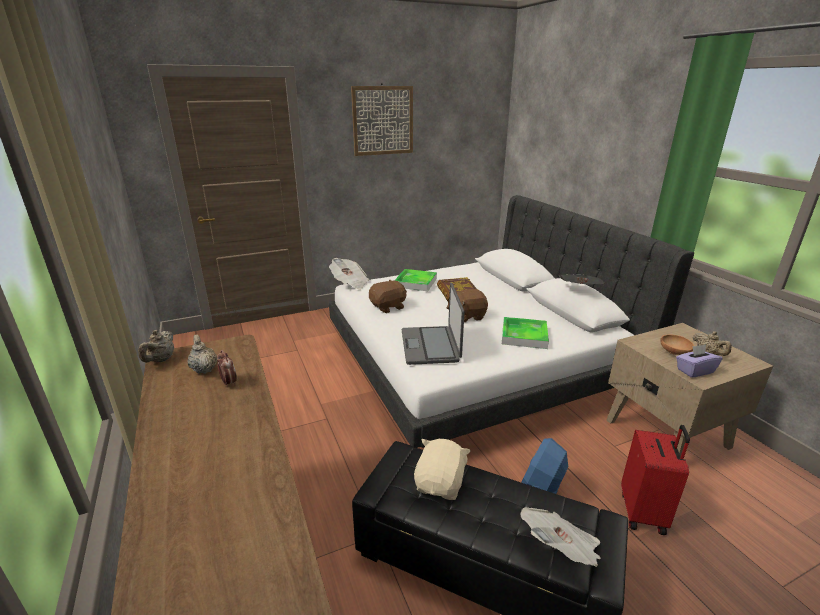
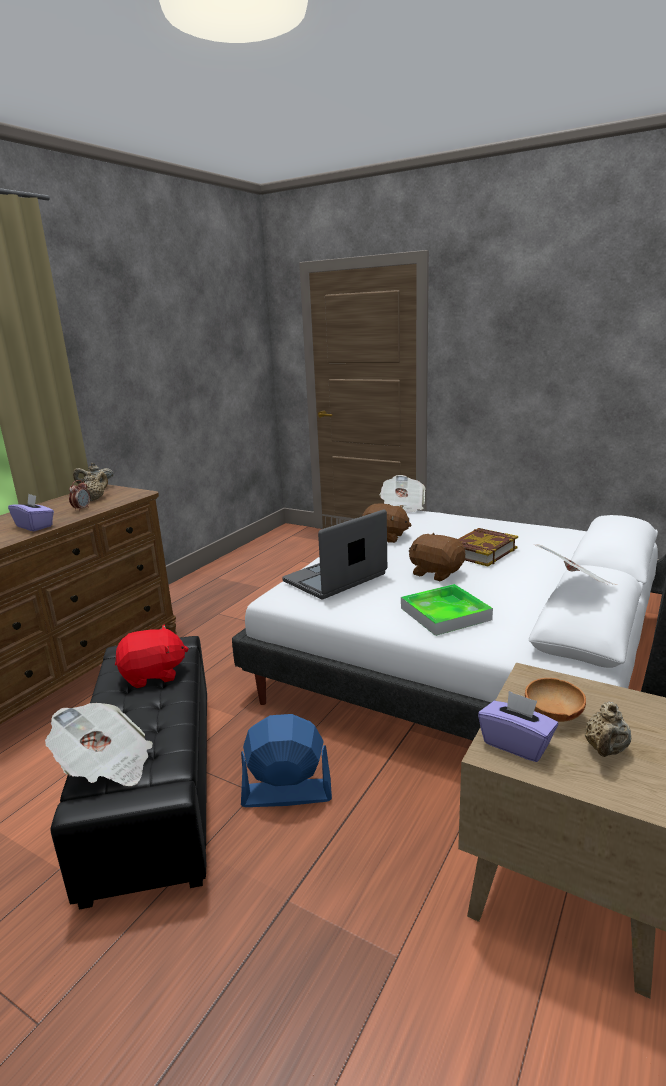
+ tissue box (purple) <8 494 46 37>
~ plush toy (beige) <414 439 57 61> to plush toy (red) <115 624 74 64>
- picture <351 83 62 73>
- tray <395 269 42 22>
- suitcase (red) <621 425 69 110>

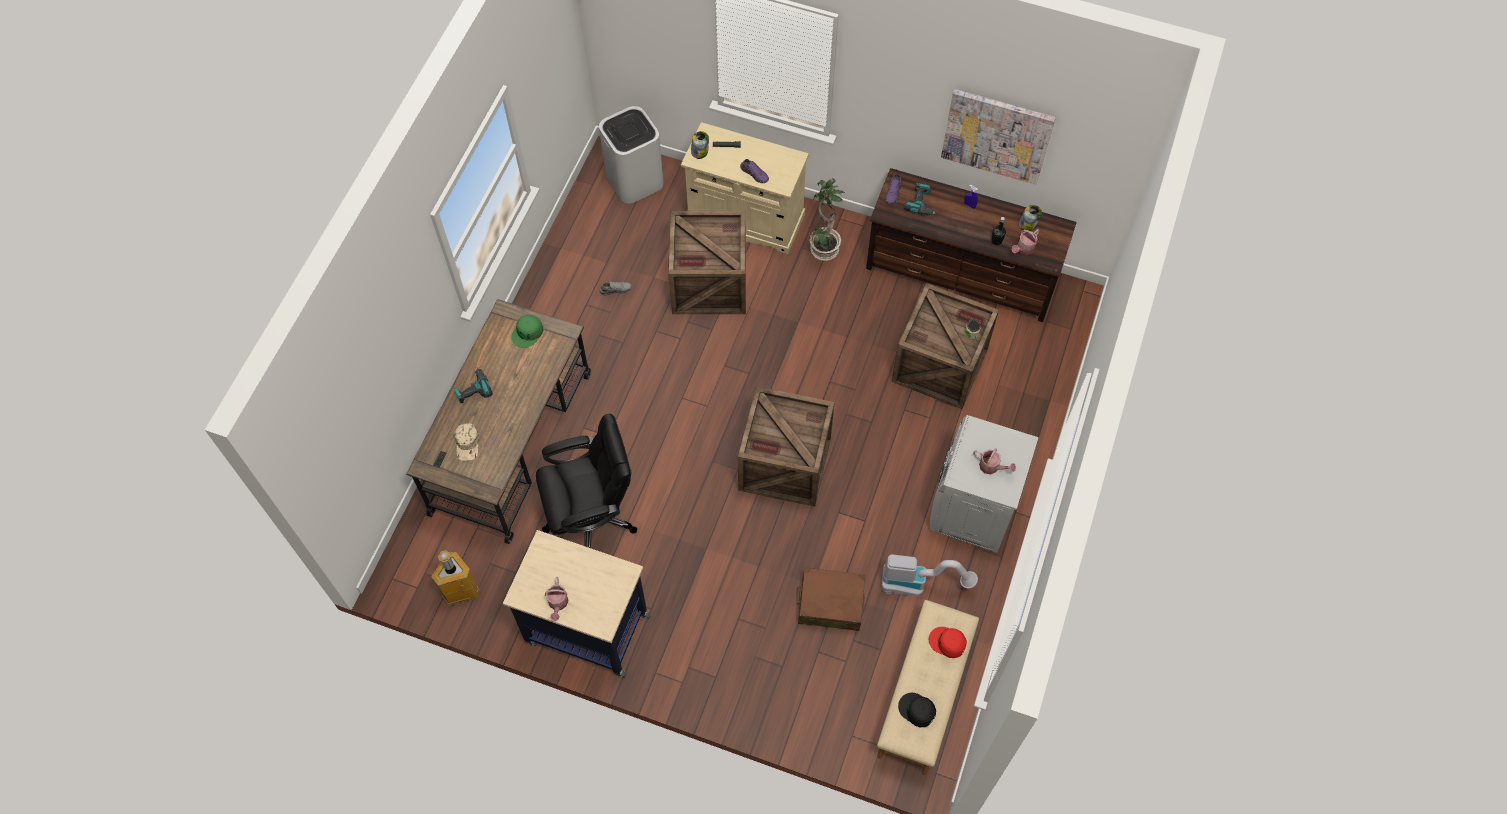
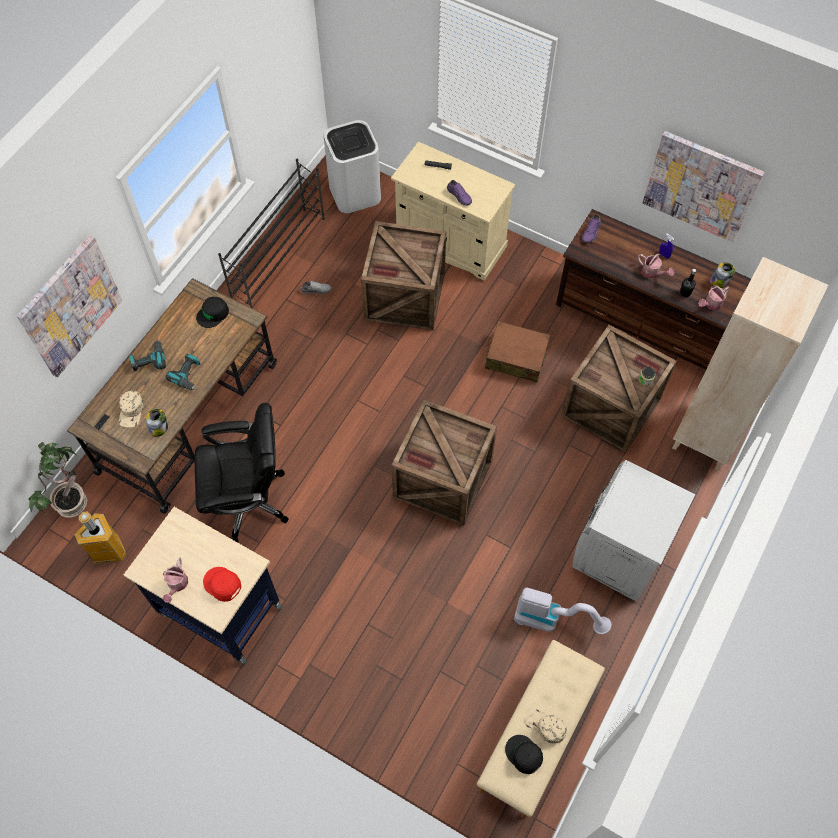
+ picture <17 235 106 142>
~ potted plant <809 179 36 82> to <29 442 58 76>
~ jar <691 131 18 28> to <146 409 22 28>
~ power drill <904 183 33 33> to <165 354 35 36>
~ cap (green) <511 315 32 33> to cap (black) <196 297 33 31>
~ cap (red) <929 627 38 31> to <203 567 38 35>
+ shoe rack (black) <218 159 107 150>
~ suitcase (brown) <796 568 69 63> to <485 321 65 61>
+ cap (beige) <526 710 41 34>
~ watering can <973 448 43 27> to <638 253 36 26>
+ bookcase (beige) <672 257 156 214>

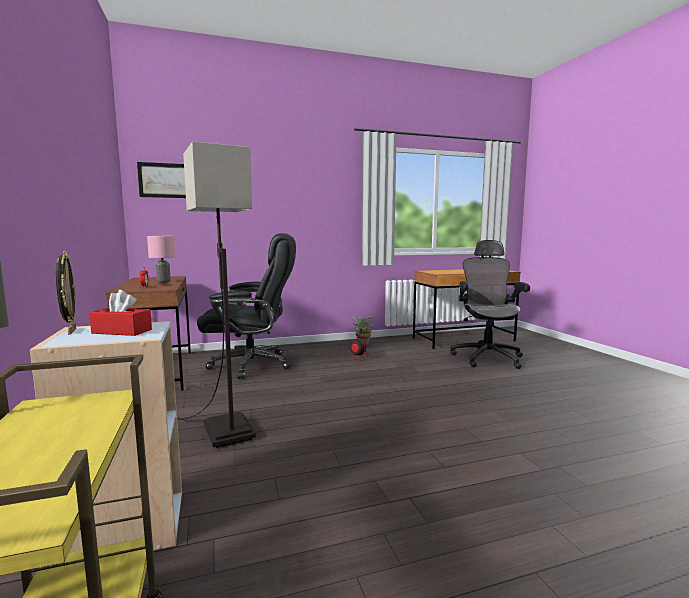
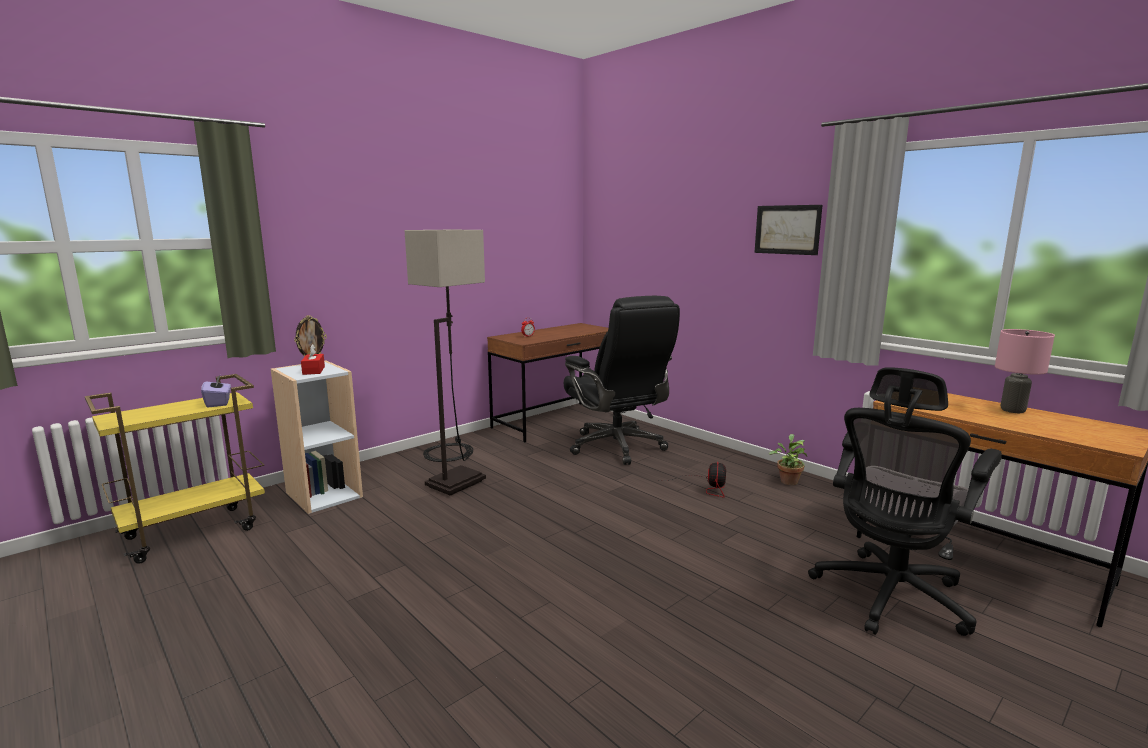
+ tissue box (purple) <201 374 30 33>
~ picture <137 162 49 36> to <754 205 69 50>
~ office chair <451 240 79 129> = <808 367 194 269> 150 degrees clockwise
~ table lamp (pink) <147 235 29 48> to <995 329 60 84>

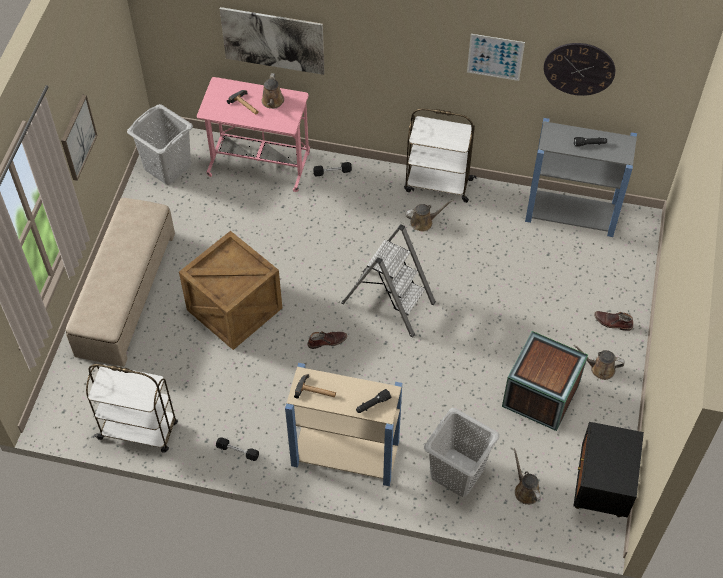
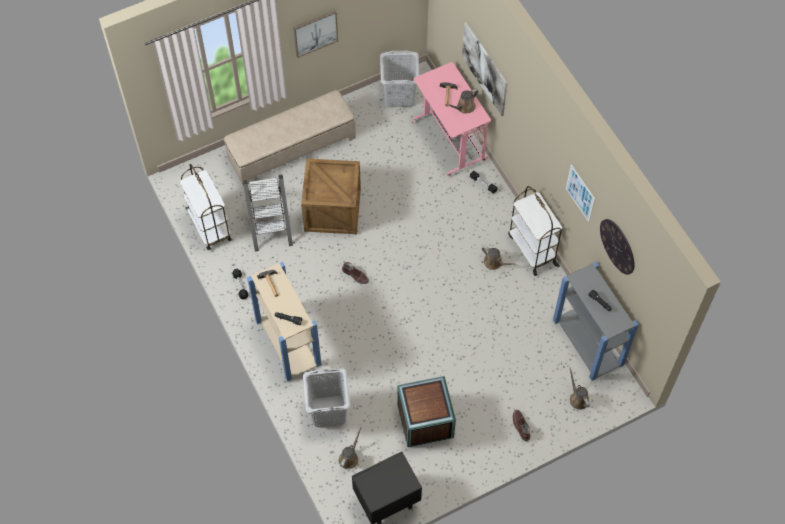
~ step ladder (grey) <341 224 95 114> to <243 175 50 77>
~ watering can (brown) <574 345 51 35> to <569 368 21 42>

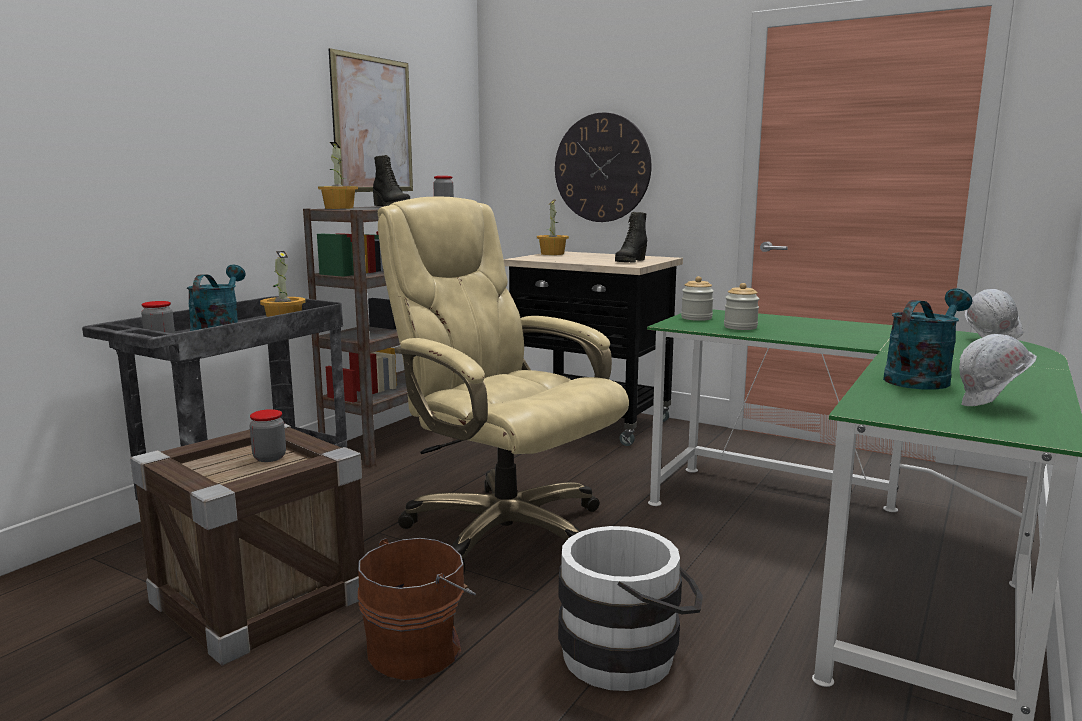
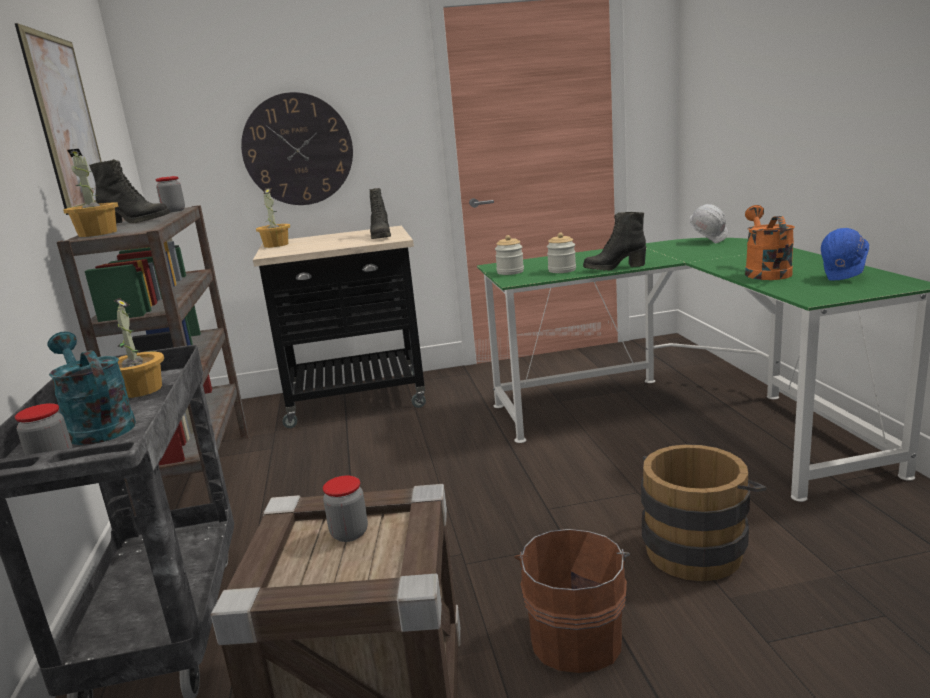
+ boot (black) <583 212 63 59>
~ bucket (white) <558 526 145 165> to bucket (brown) <641 444 126 137>
~ watering can (turquoise) <883 288 89 102> to watering can (orange) <745 205 50 75>
~ hard hat (white) <959 334 78 72> to hard hat (blue) <821 228 48 53>
- office chair (beige) <378 197 251 376>

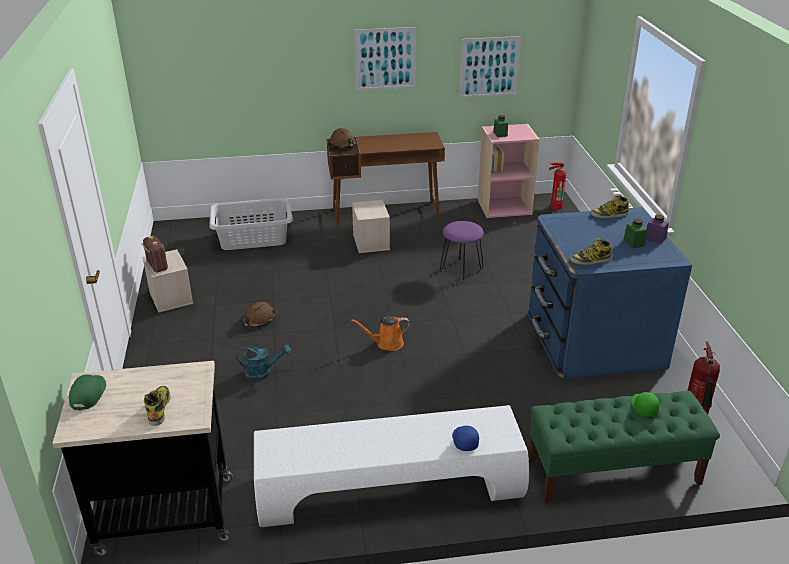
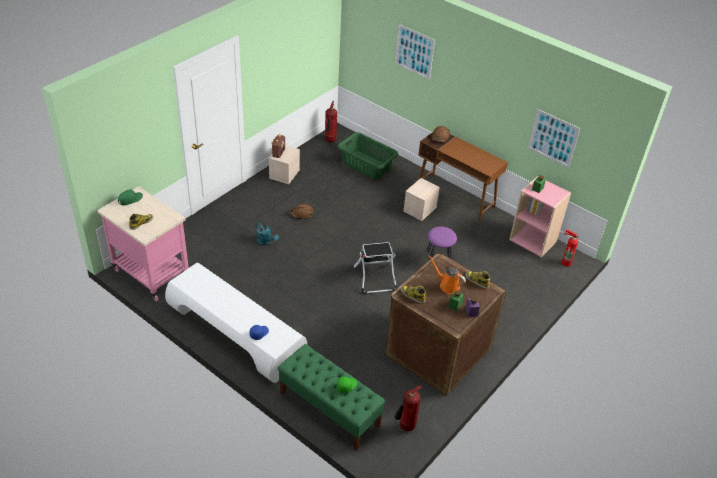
~ cart (black) <52 361 181 195> to cart (pink) <97 186 92 115>
+ fire extinguisher <325 101 12 41>
~ laundry basket (grey) <210 198 83 52> to laundry basket (green) <337 132 61 48>
+ step ladder <353 242 44 53>
~ dresser (blue) <528 207 164 172> to dresser (brown) <385 254 121 142>
~ picture <354 27 62 64> to <395 24 40 56>
~ watering can (orange) <352 316 58 35> to <429 255 37 39>

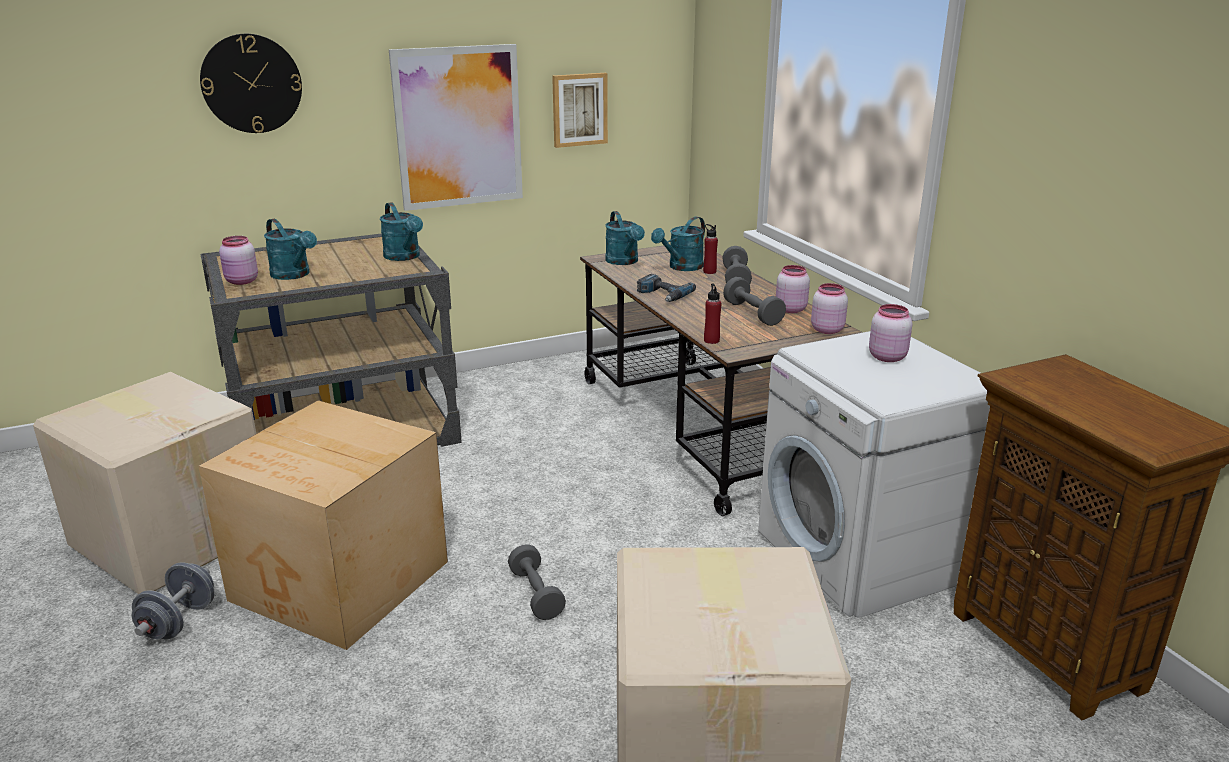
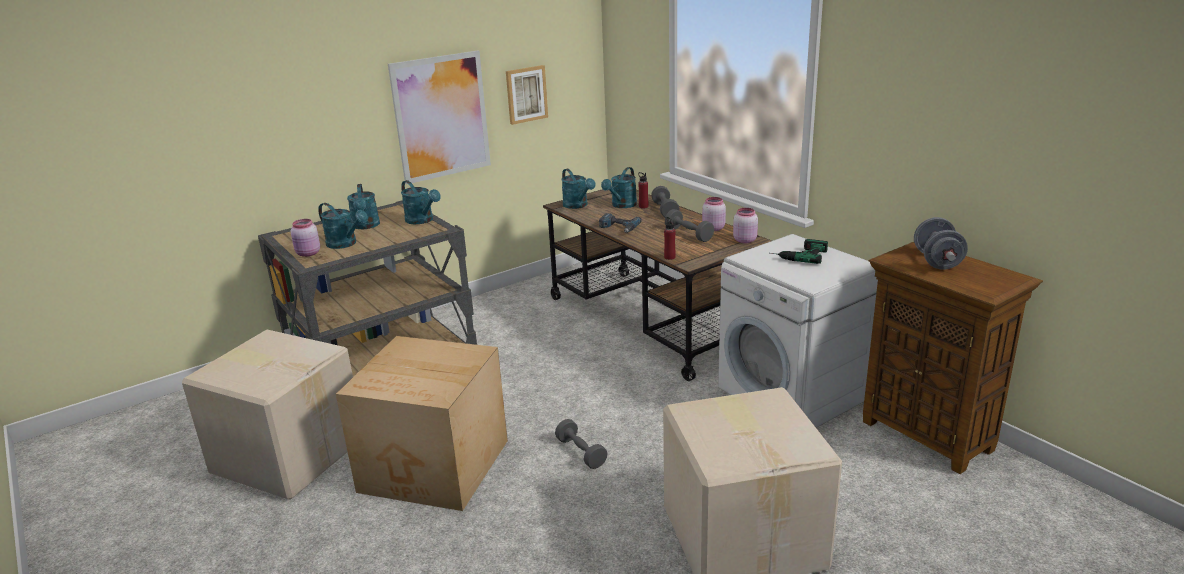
+ watering can (turquoise) <347 184 33 45>
~ jar (pink) <869 304 43 58> to power drill <770 239 58 25>
~ dumbbell (grey) <132 562 82 77> to <914 217 54 53>
- wall clock <200 34 102 99>

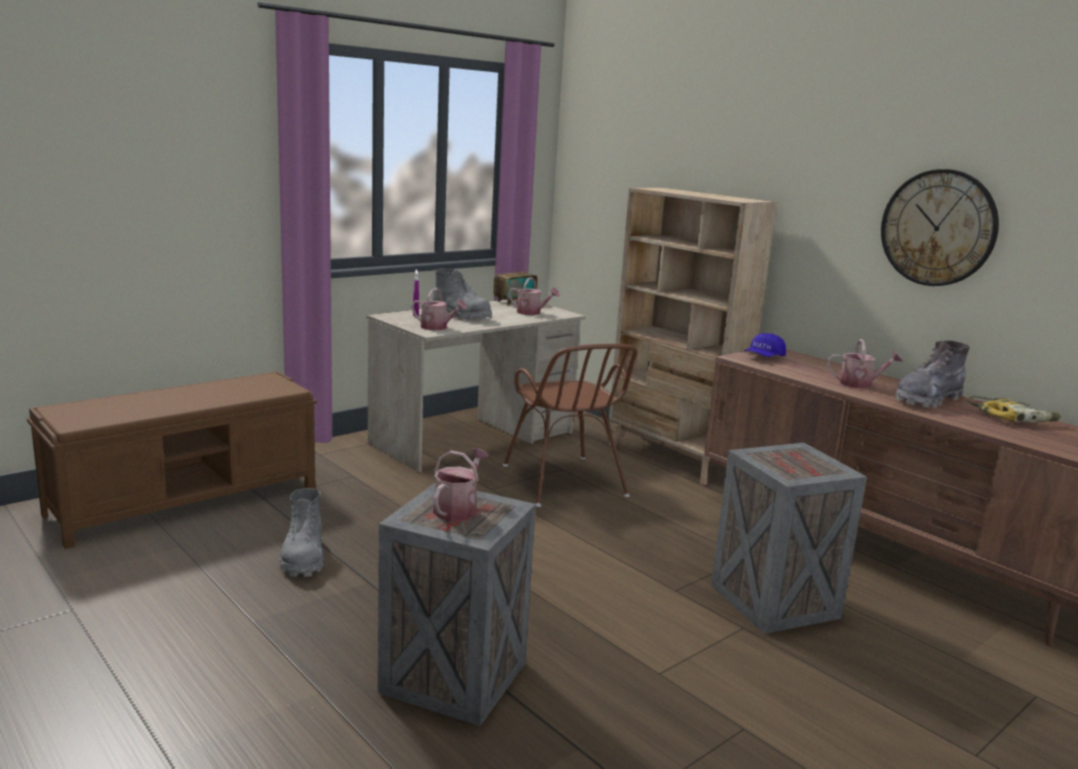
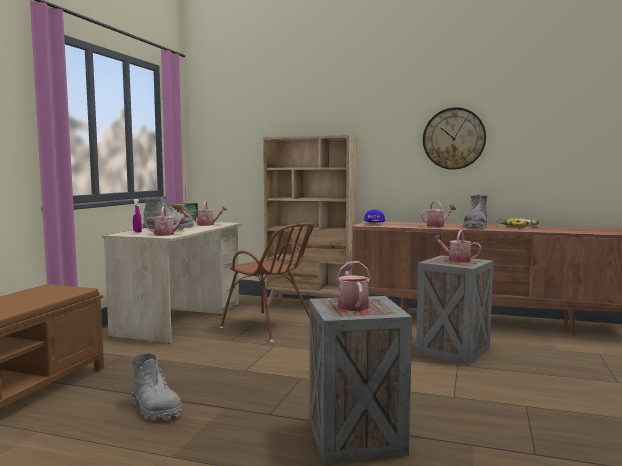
+ watering can <432 230 49 33>

